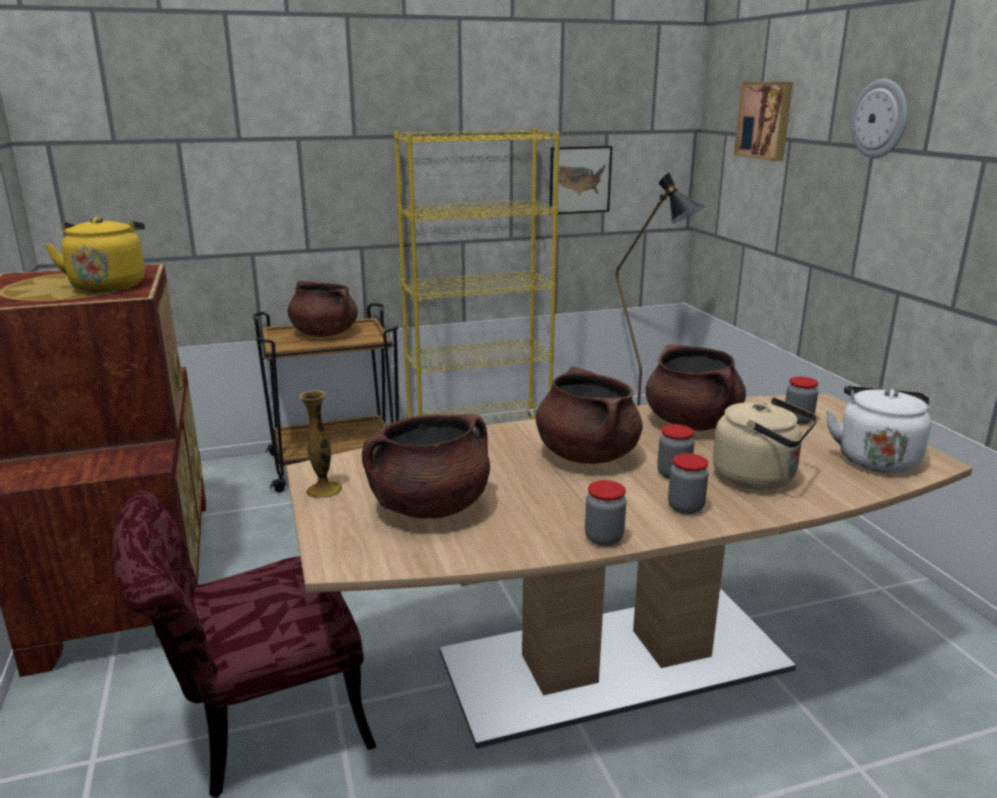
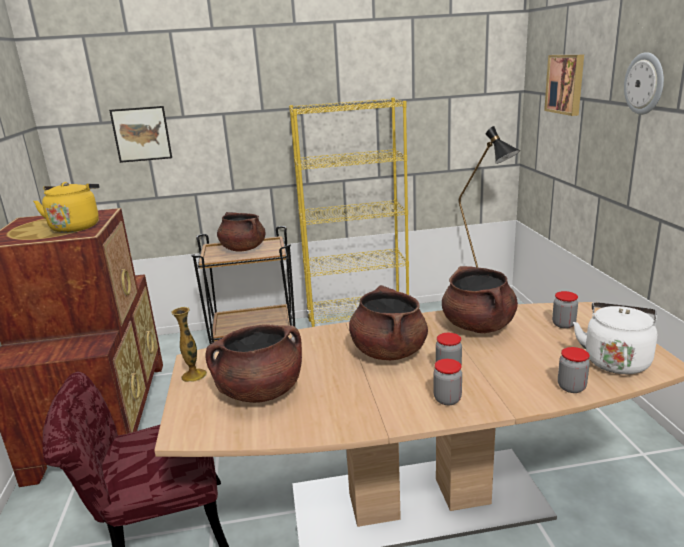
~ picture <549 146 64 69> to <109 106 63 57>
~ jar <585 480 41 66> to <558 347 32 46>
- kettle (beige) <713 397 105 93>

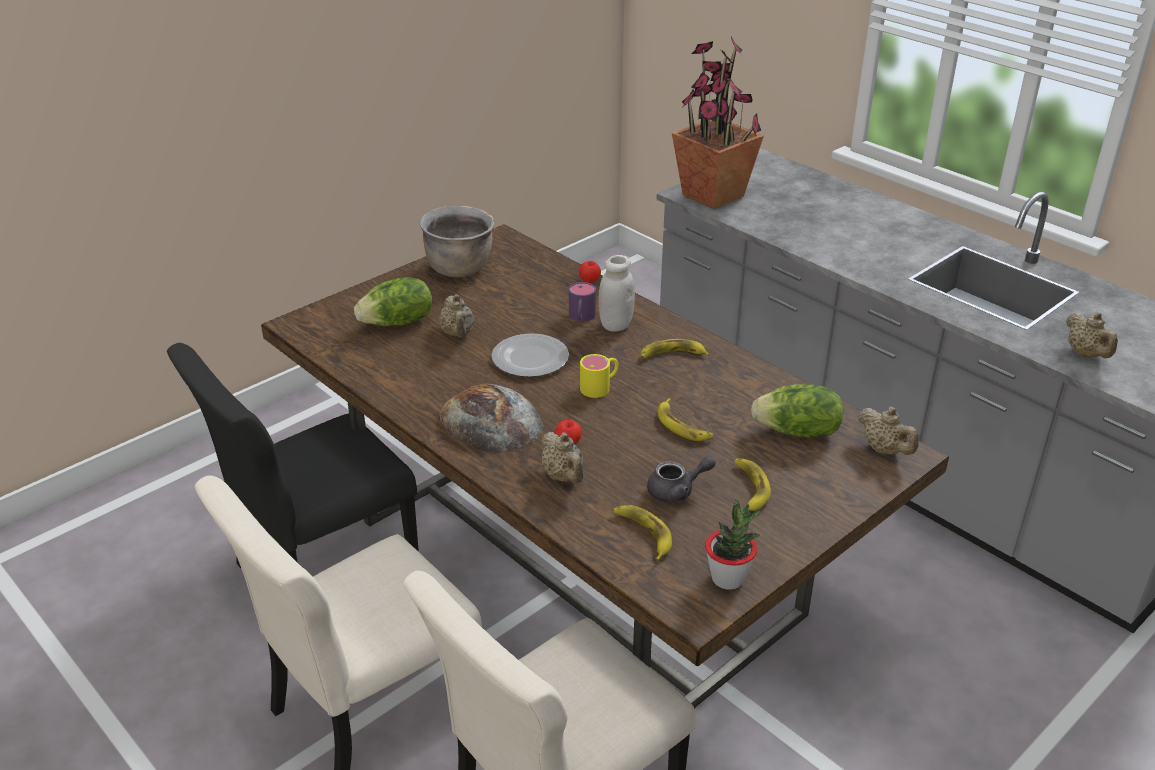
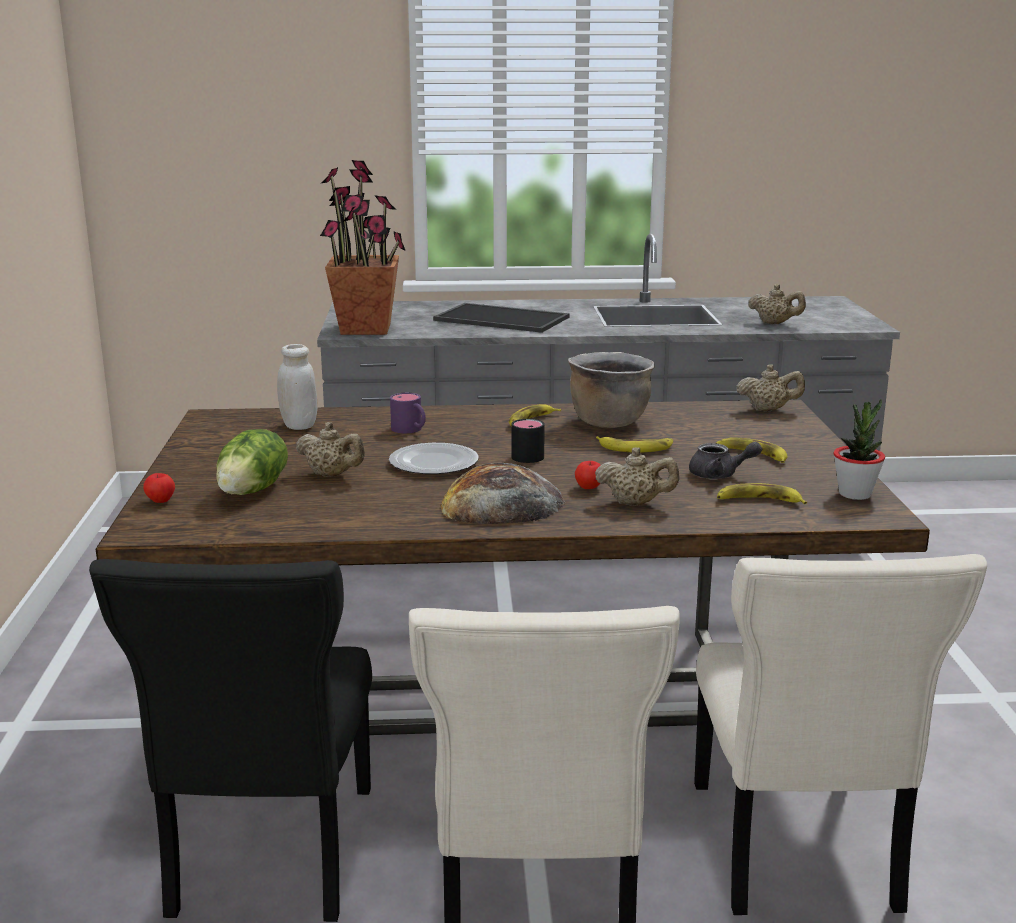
~ apple <579 261 22 22> to <143 473 32 30>
~ jar (white) <598 255 37 77> to <277 344 40 86>
+ tray <433 303 136 30>
~ mug (yellow) <580 354 39 44> to mug (black) <511 419 34 44>
~ cooking pot (brown) <420 206 74 71> to <568 352 87 76>
~ teapot (grey) <647 456 69 47> = <689 442 73 37> 75 degrees clockwise
- lettuce <751 384 92 53>

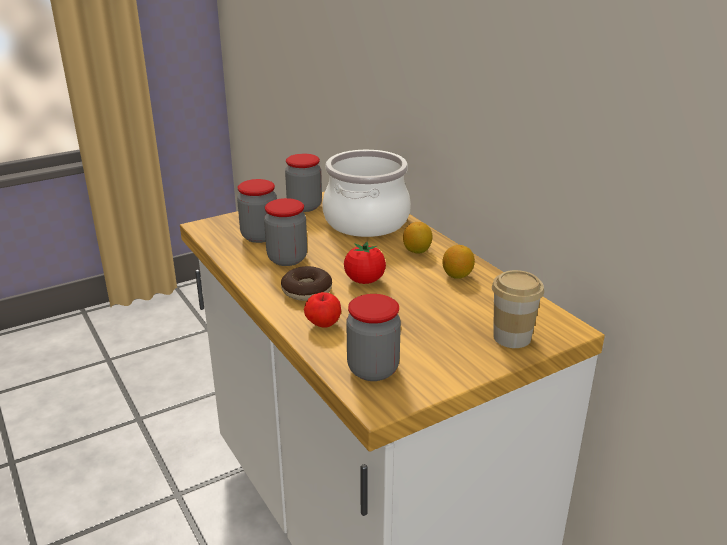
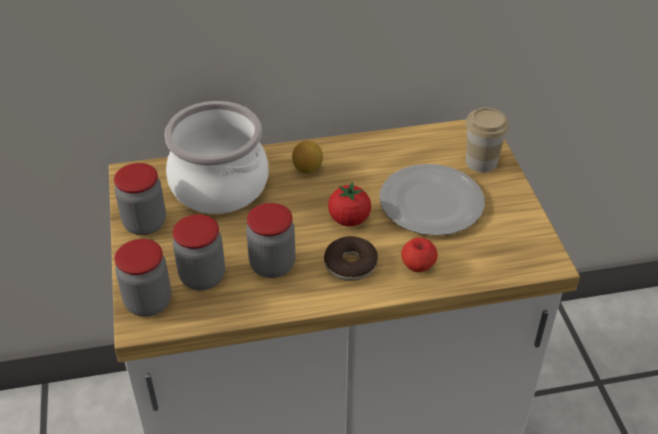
~ jar <346 294 55 87> to <115 239 56 78>
+ plate <379 164 106 72>
- lemon <443 245 32 34>

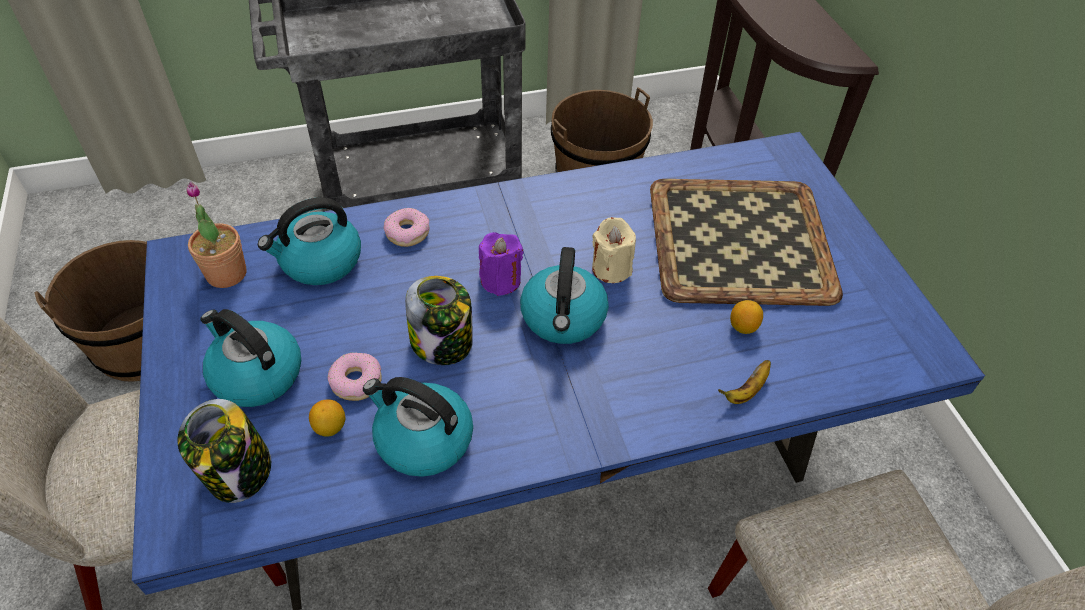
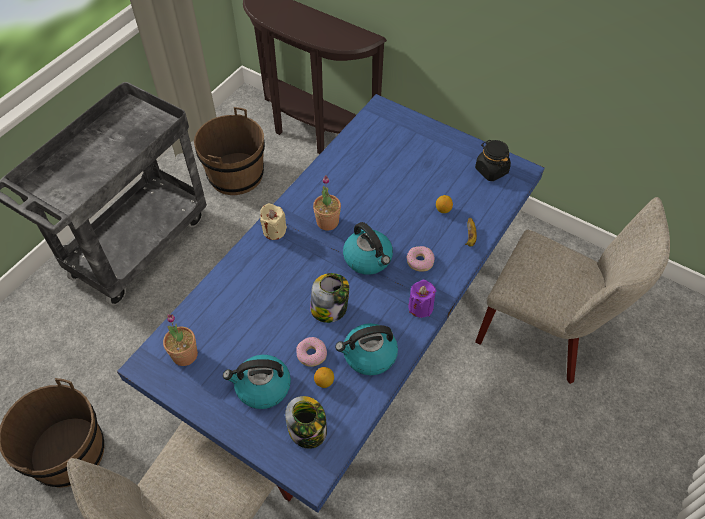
~ candle (beige) <592 217 44 66> to <260 203 27 37>
+ potted plant <313 175 28 55>
~ donut <384 208 45 39> to <406 246 29 25>
~ candle (purple) <479 232 44 64> to <409 280 27 38>
+ jar (black) <475 140 36 41>
- kettle <258 197 103 88>
- tray <650 179 193 127>

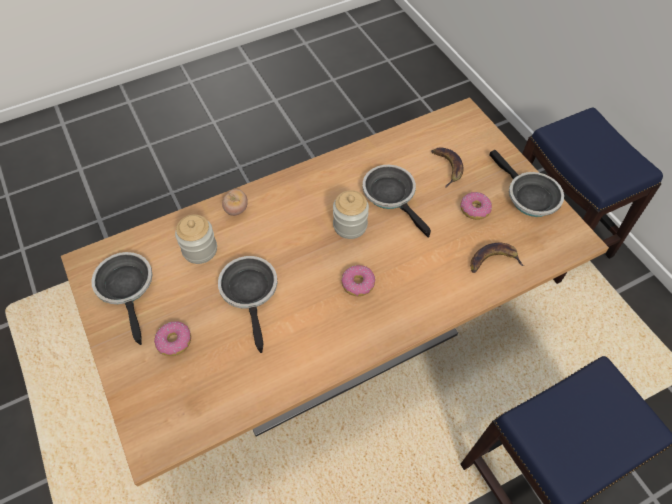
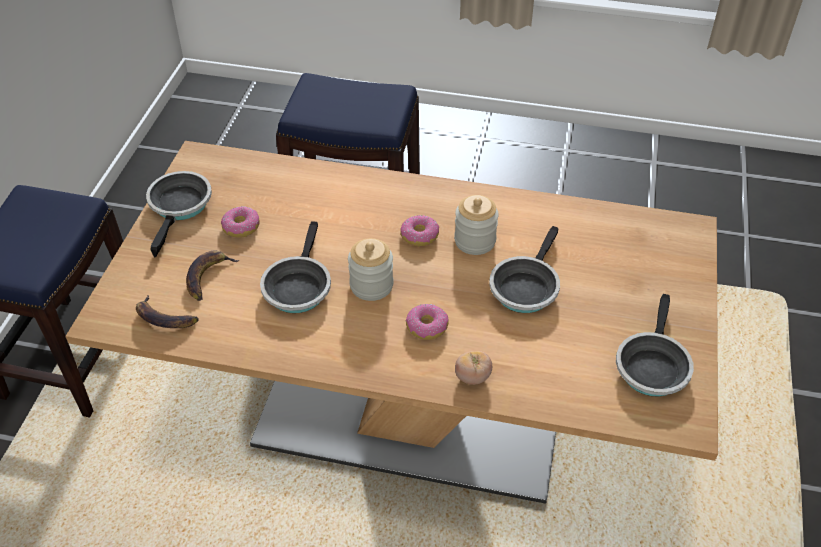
~ banana <470 243 54 30> to <136 296 63 32>
~ donut <154 321 37 35> to <406 304 43 36>
~ jar <175 215 42 49> to <454 195 45 60>

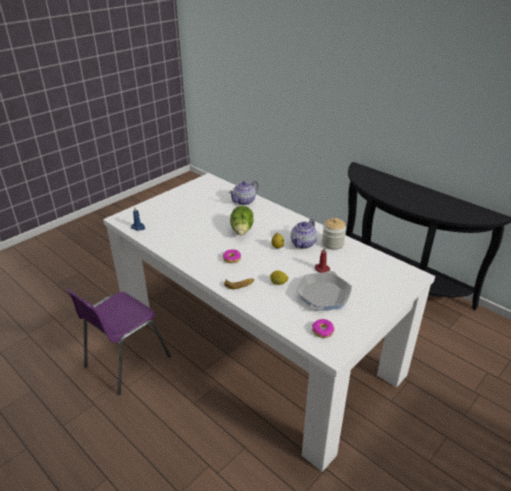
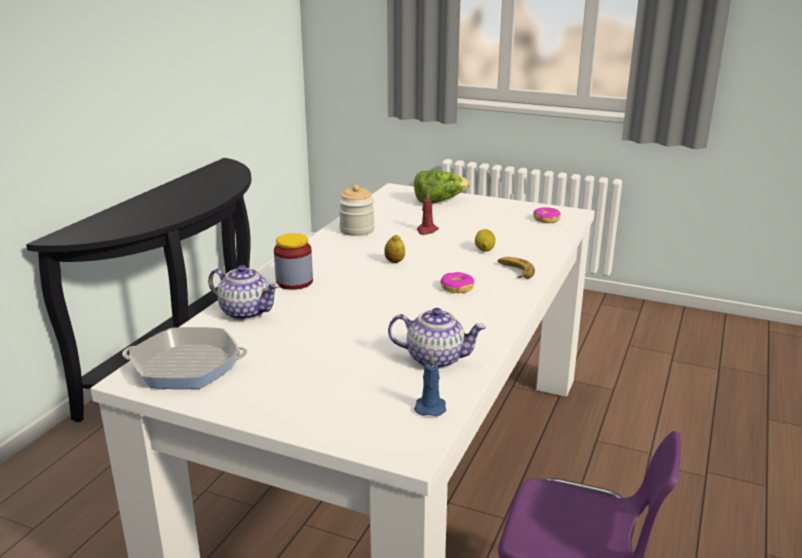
~ frying pan <297 271 55 40> to <122 327 125 62>
+ jar <274 233 39 57>
~ teapot <291 218 26 31> to <388 308 98 61>
~ lettuce <230 206 23 29> to <414 170 56 34>

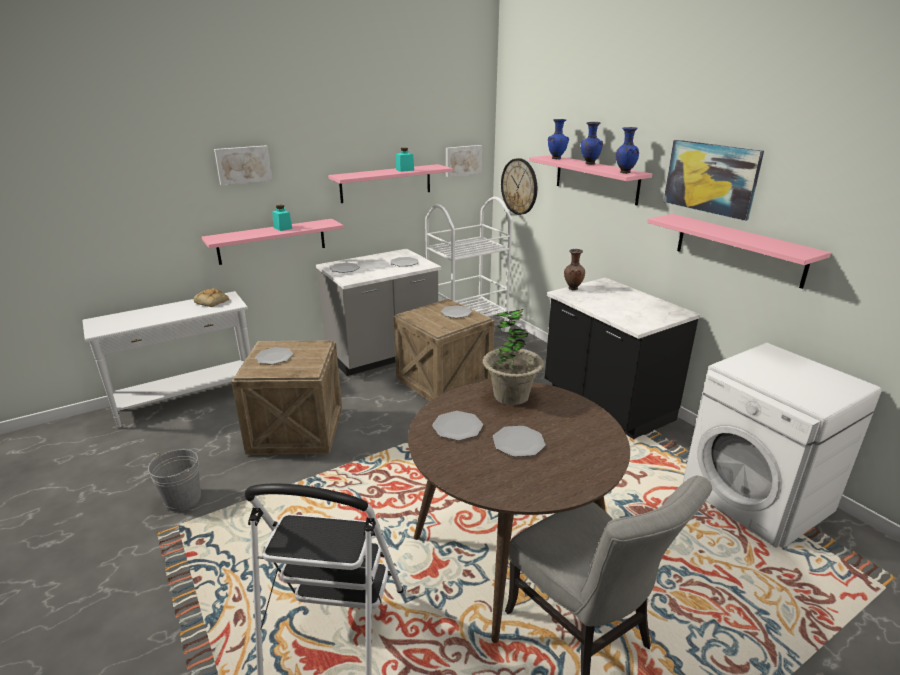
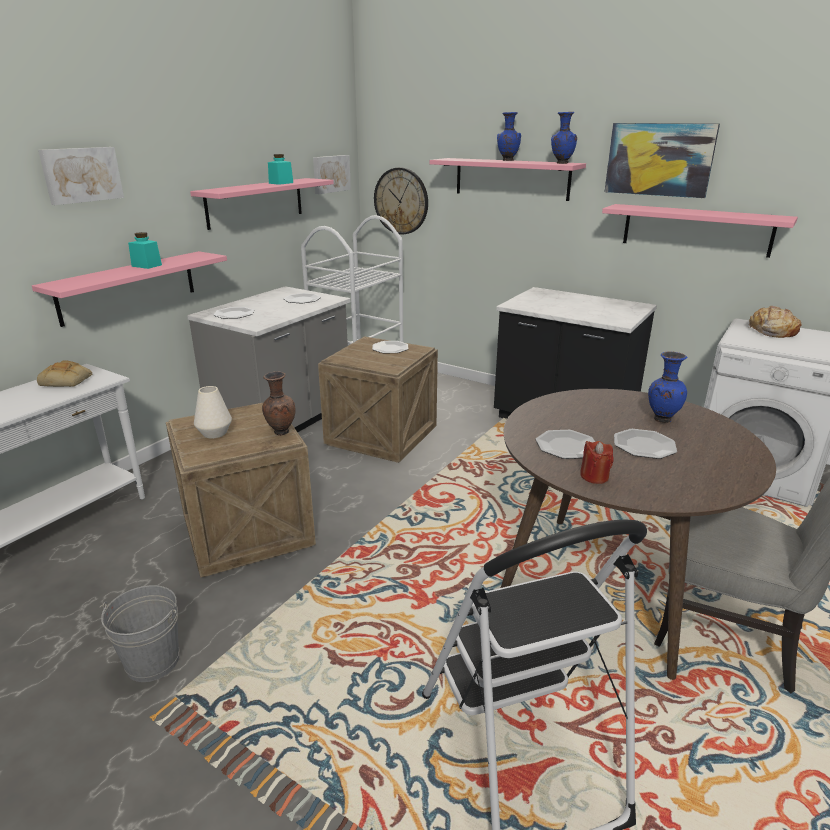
~ plate <255 347 38 18> to vase (white) <194 386 38 52>
~ vase (brown) <564 249 21 41> to <262 372 33 64>
+ candle (red) <580 441 33 43>
~ vase (blue) <548 119 21 41> to <648 352 39 71>
+ bread <748 306 54 32>
- potted plant <483 309 61 96>

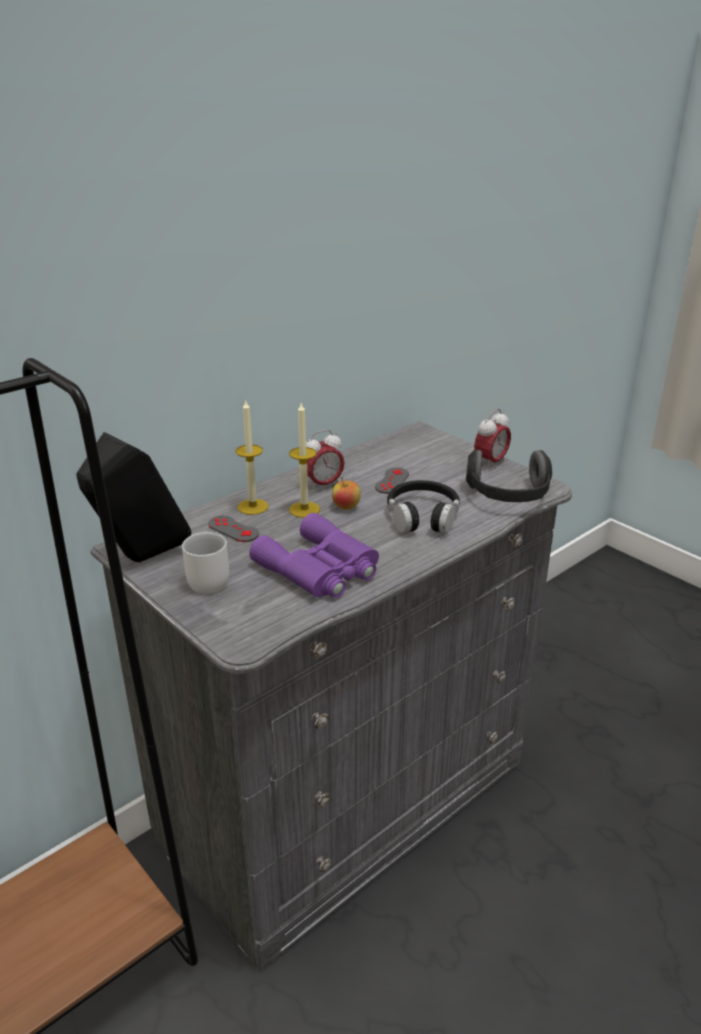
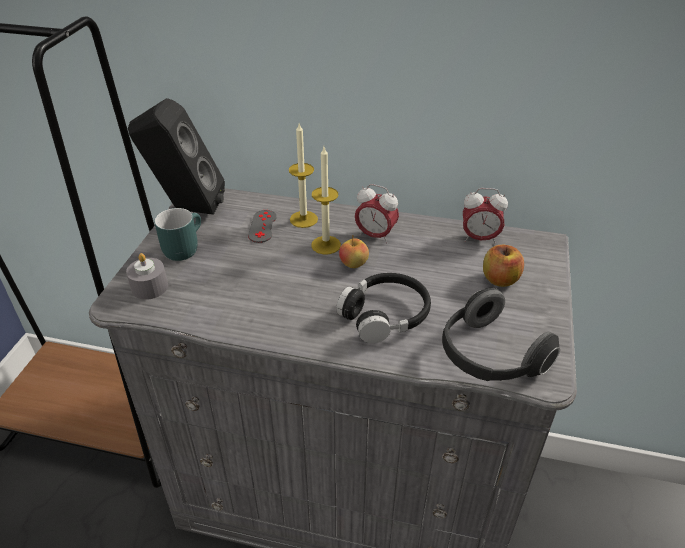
+ candle (grey) <126 253 42 47>
~ mug (white) <182 532 47 62> to mug (turquoise) <154 208 47 53>
~ alarm clock <474 409 37 61> to <463 188 45 56>
+ apple <483 245 41 42>
- binoculars (purple) <249 513 130 85>
- game controller (grey) <375 468 34 26>

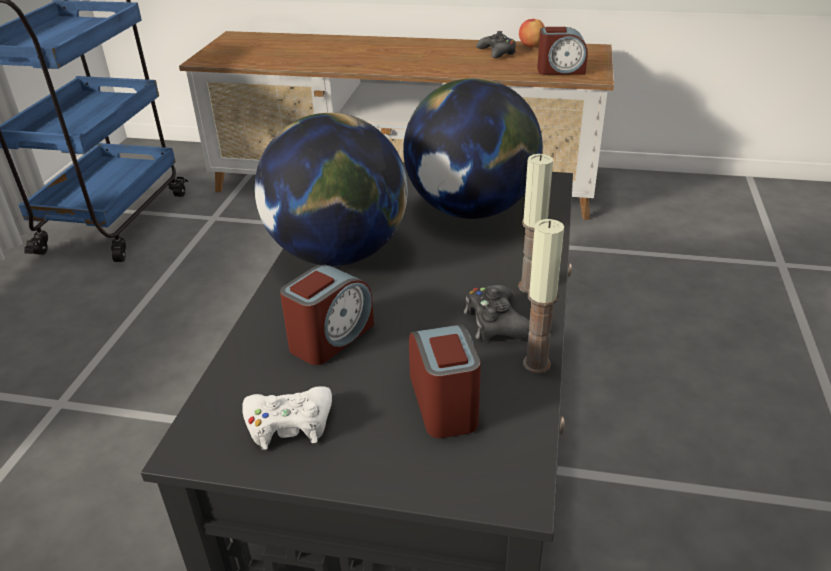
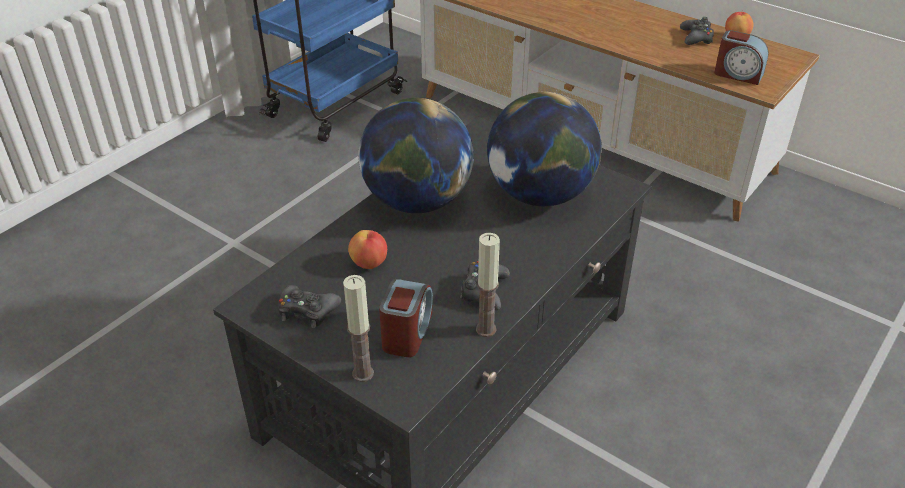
~ game controller (white) <242 386 90 64> to game controller (black) <278 285 63 43>
~ candle <518 154 35 139> to <343 275 31 107>
~ alarm clock <280 265 94 100> to apple <348 230 39 39>

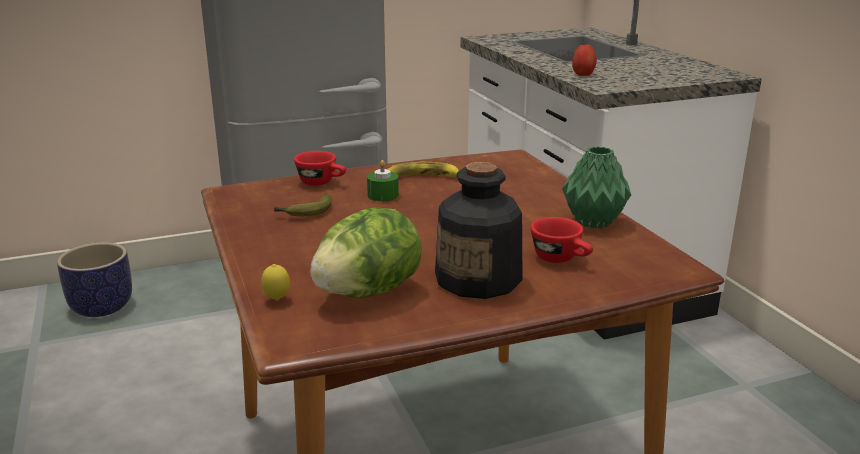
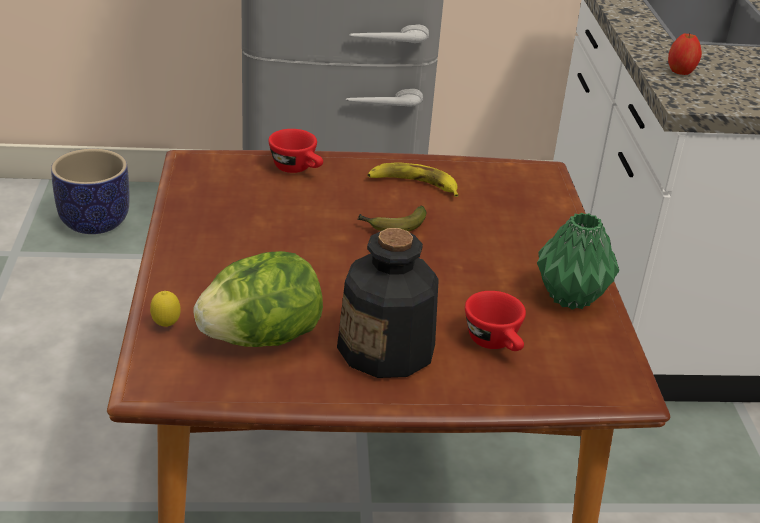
~ banana <274 194 58 22> to <358 206 68 25>
- candle (green) <367 160 32 41>

